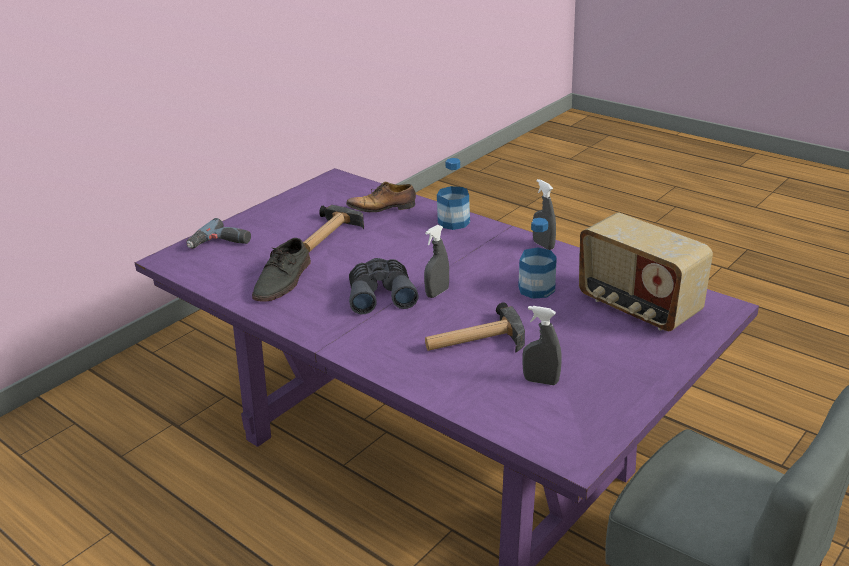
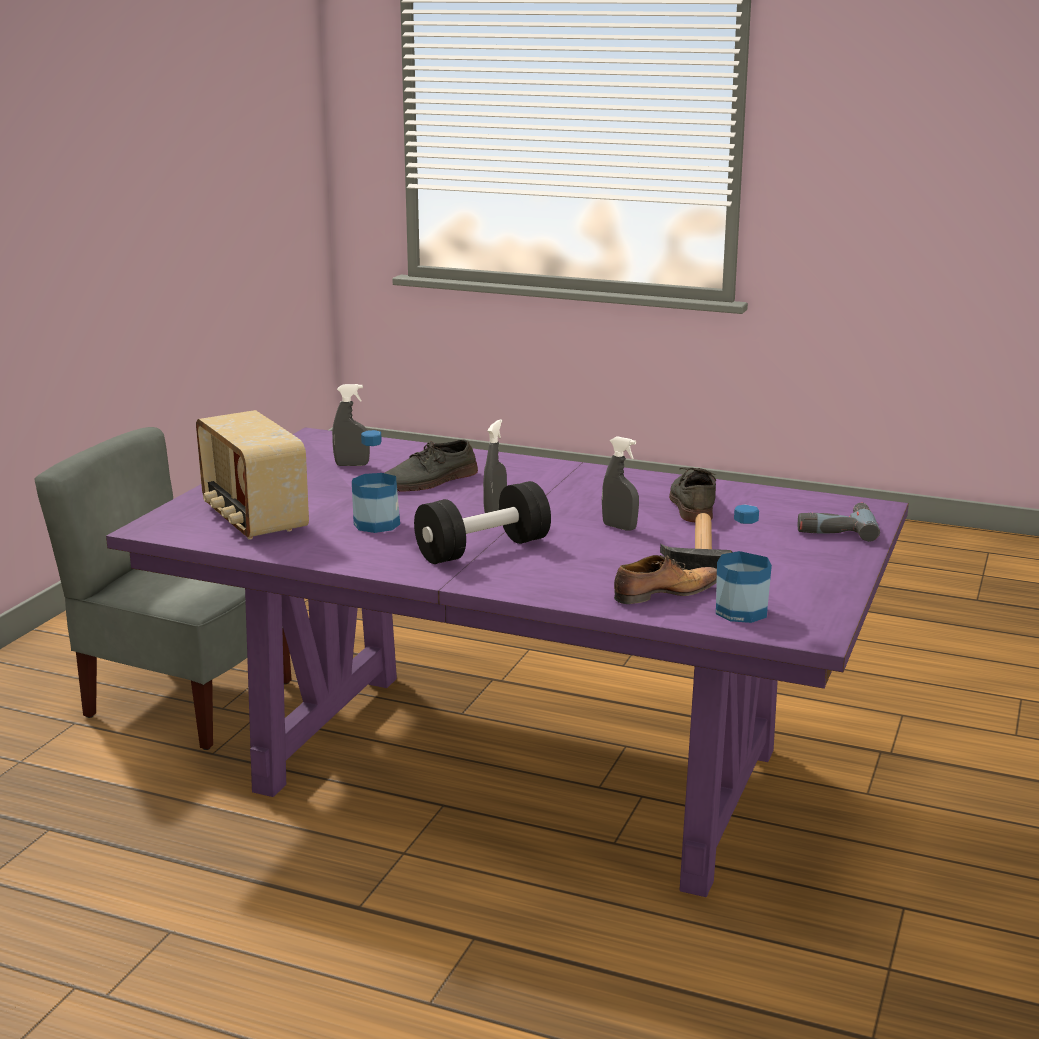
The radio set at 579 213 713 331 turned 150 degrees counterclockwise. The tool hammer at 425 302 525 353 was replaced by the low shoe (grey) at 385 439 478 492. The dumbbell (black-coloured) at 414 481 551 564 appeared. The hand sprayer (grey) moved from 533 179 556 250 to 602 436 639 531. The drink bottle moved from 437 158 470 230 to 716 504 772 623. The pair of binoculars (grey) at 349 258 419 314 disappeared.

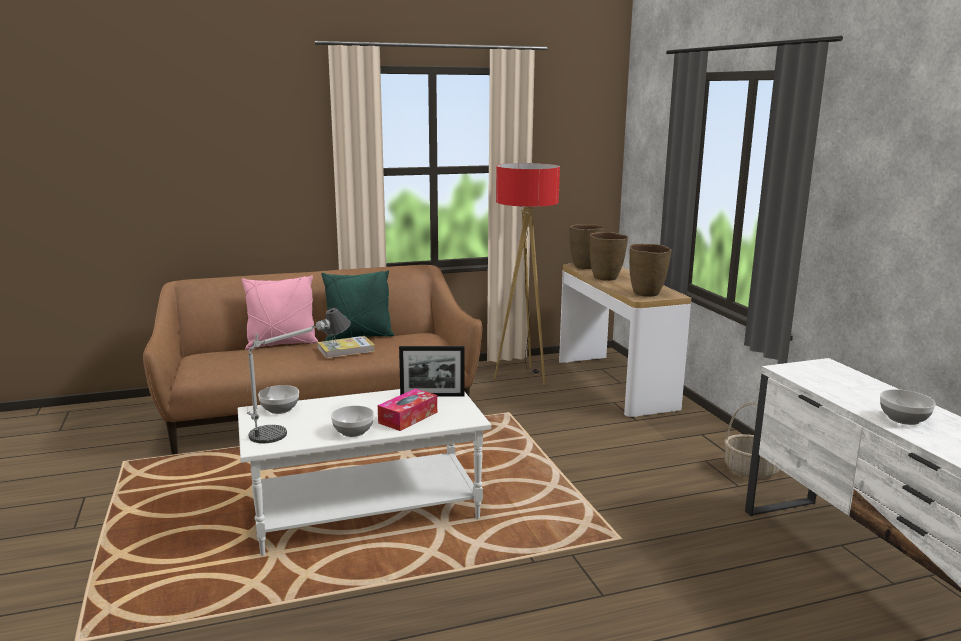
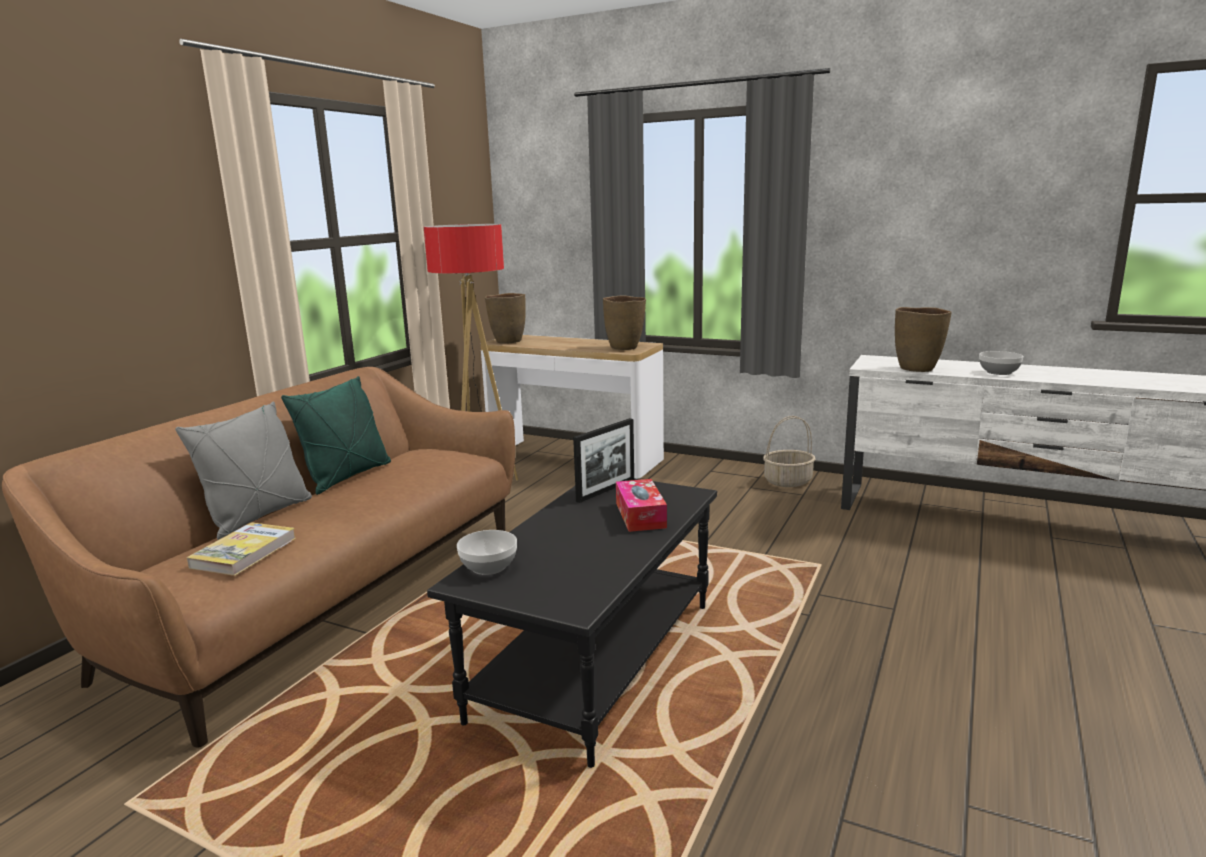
The pillow (pinkish) at 242 275 318 350 became the pillow (grey) at 175 402 312 540. The bound book moved from 317 336 375 358 to 187 522 296 576. The lounge table (white) at 238 389 491 556 became the lounge table (black-coloured) at 427 479 717 768. The decorative vase (brown-coloured) moved from 590 232 628 281 to 895 307 952 372. The tabletop lamp at 247 308 351 443 disappeared. The bowl at 331 406 374 437 disappeared.

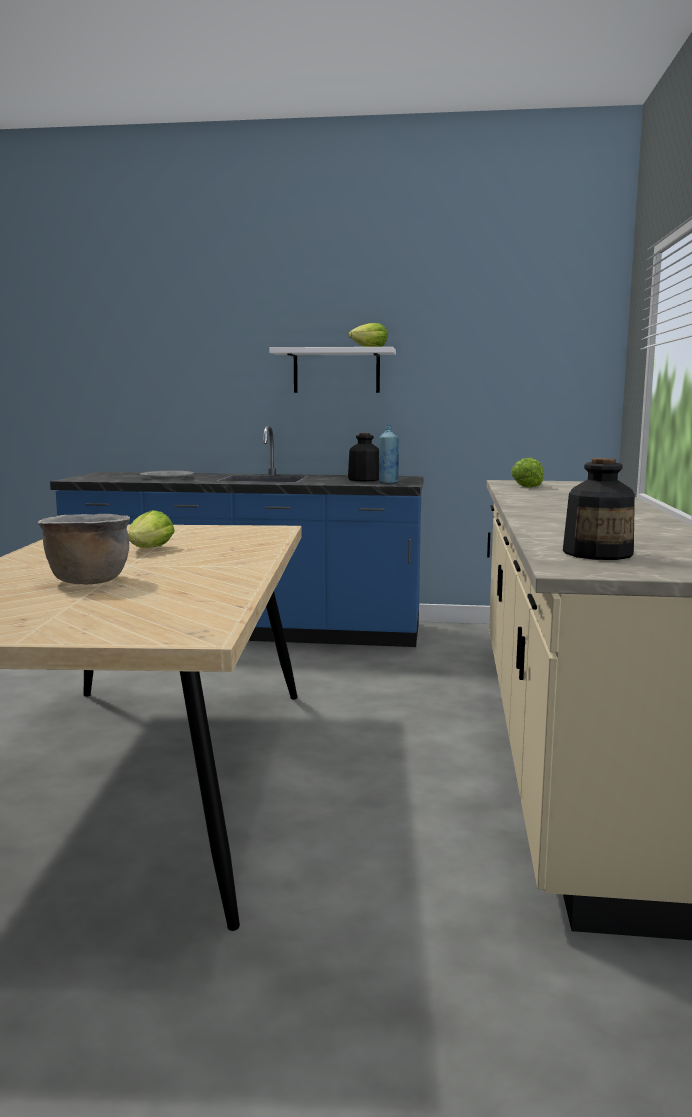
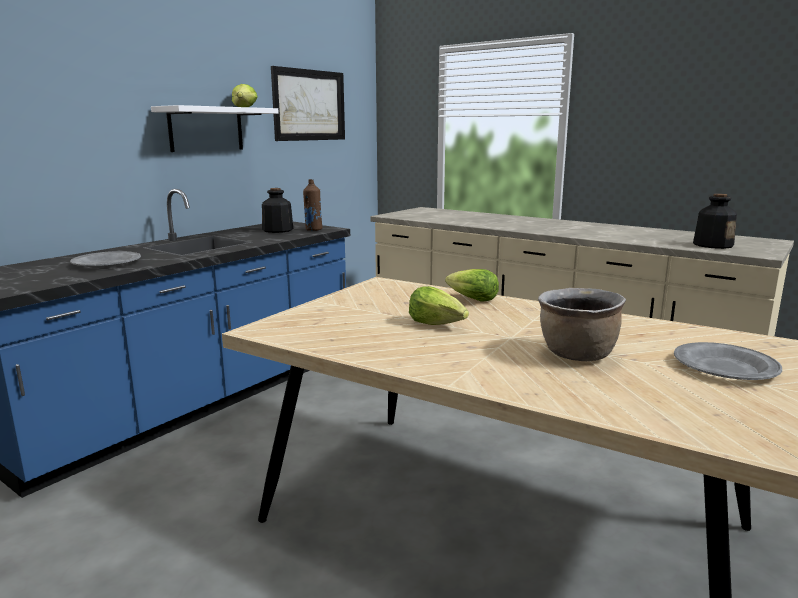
The wall picture at 271 66 345 141 appeared. The drink bottle (blue-coloured) at 379 425 399 484 became the drink bottle (brown-coloured) at 303 179 323 231. The head of lettuce moved from 511 458 544 488 to 445 269 499 302. The dinner plate (grey) at 674 342 782 380 appeared.

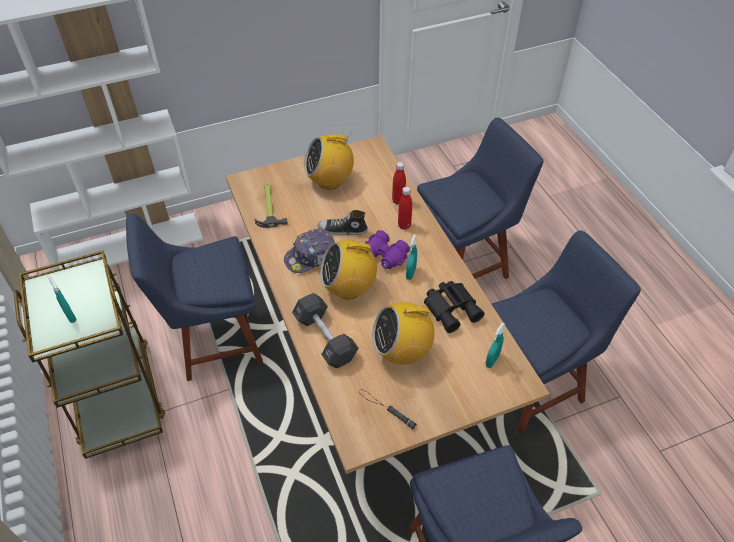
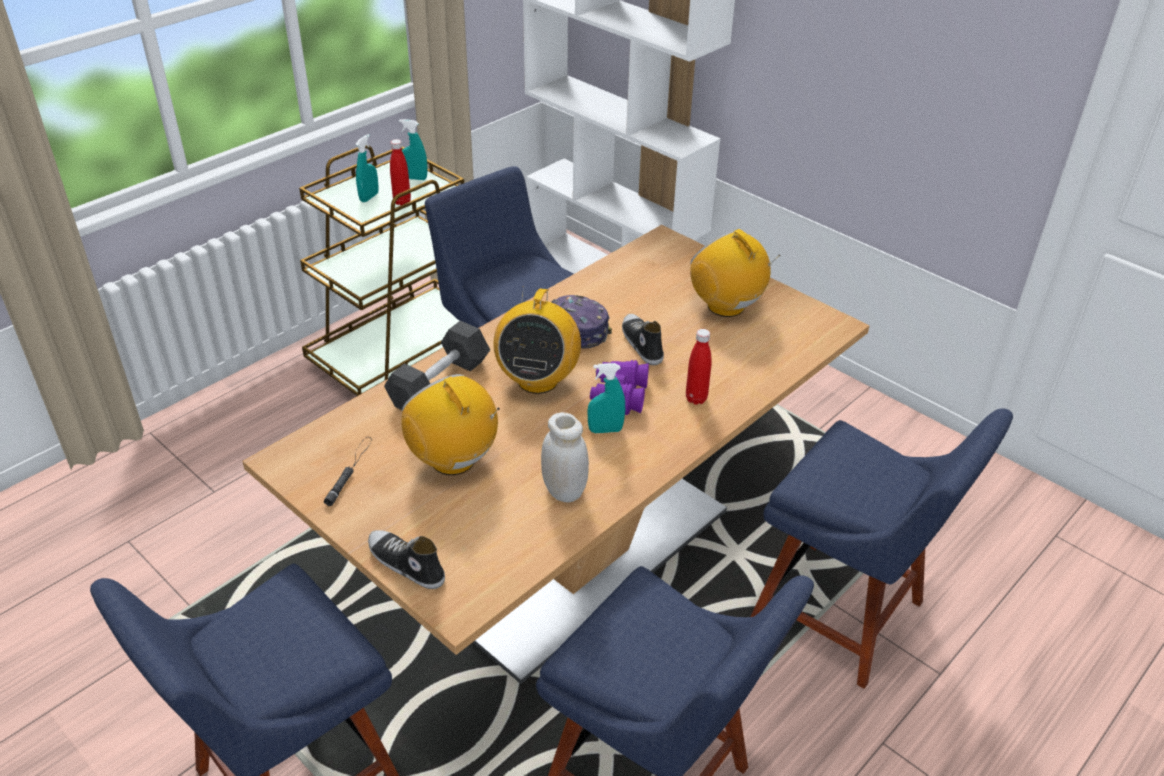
The low shoe at 368 530 445 589 appeared. The drink bottle (red) moved from 392 162 406 205 to 390 139 411 205. The hand sprayer (blue-green) moved from 485 322 505 368 to 399 119 428 180. The radio set at 320 237 377 299 turned 135 degrees counterclockwise. The pair of binoculars (black-coloured) at 424 281 484 333 was replaced by the jar (white) at 541 412 589 503. The tool hammer at 255 184 288 228 disappeared.

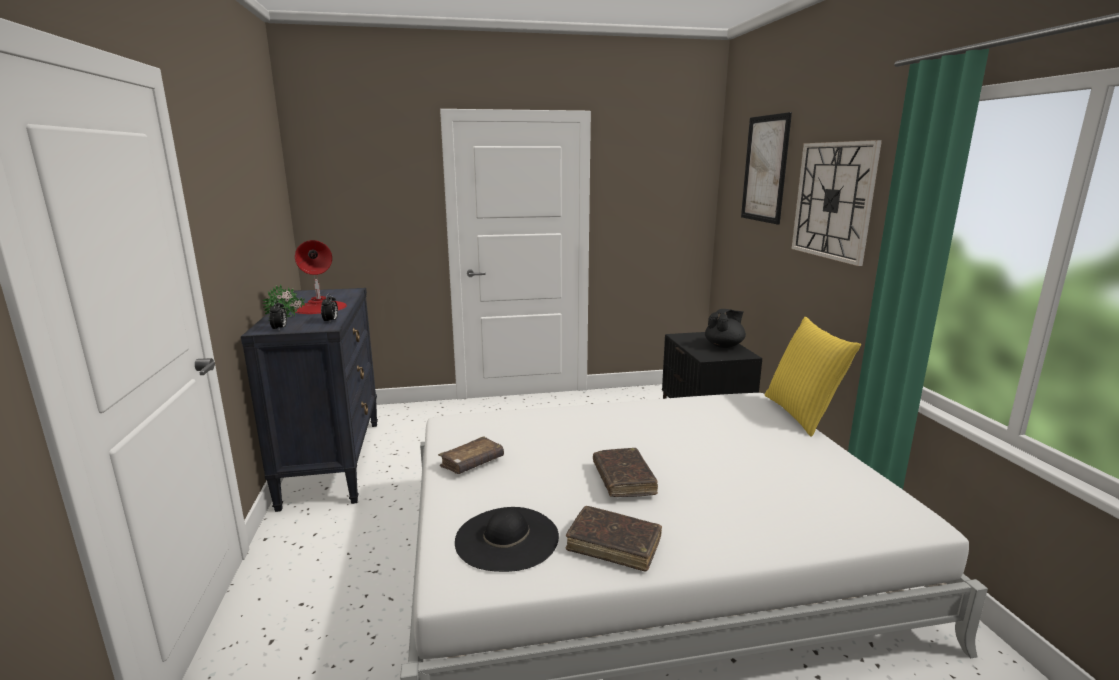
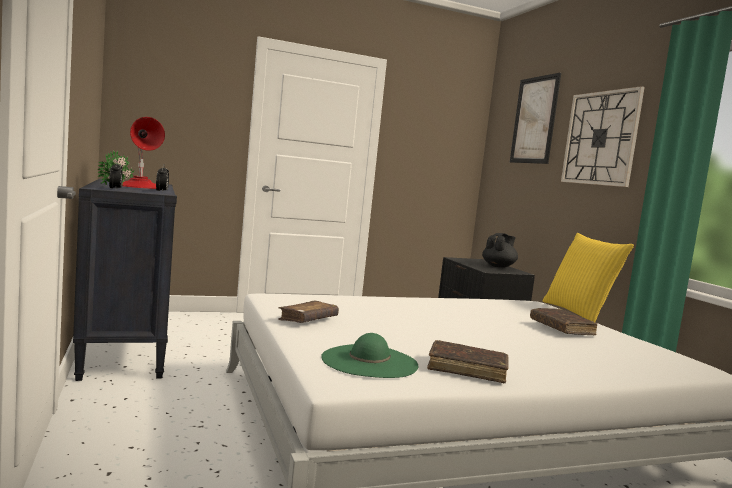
The clothing hat (black-coloured) at 455 507 559 572 became the clothing hat (green-coloured) at 321 333 418 378. The bound book (brown-coloured) moved from 593 448 658 497 to 530 308 597 335.

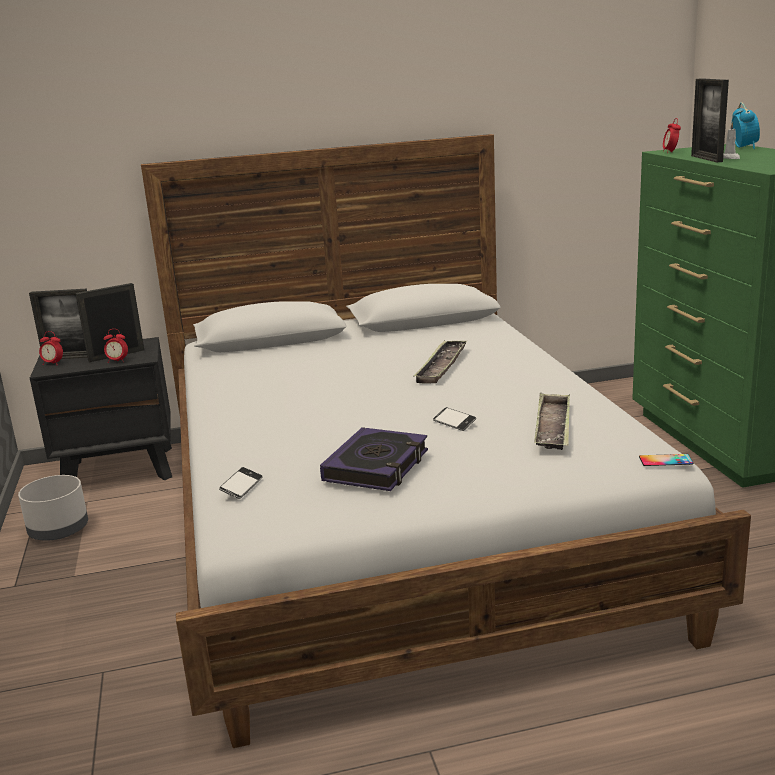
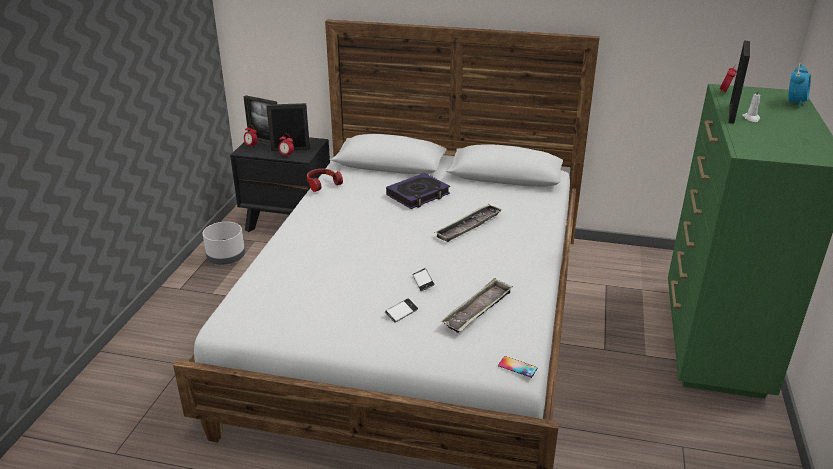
The headset at 307 169 343 192 appeared. The telephone moved from 219 467 262 499 to 385 298 418 323. The bound book moved from 320 427 428 491 to 386 173 450 209.

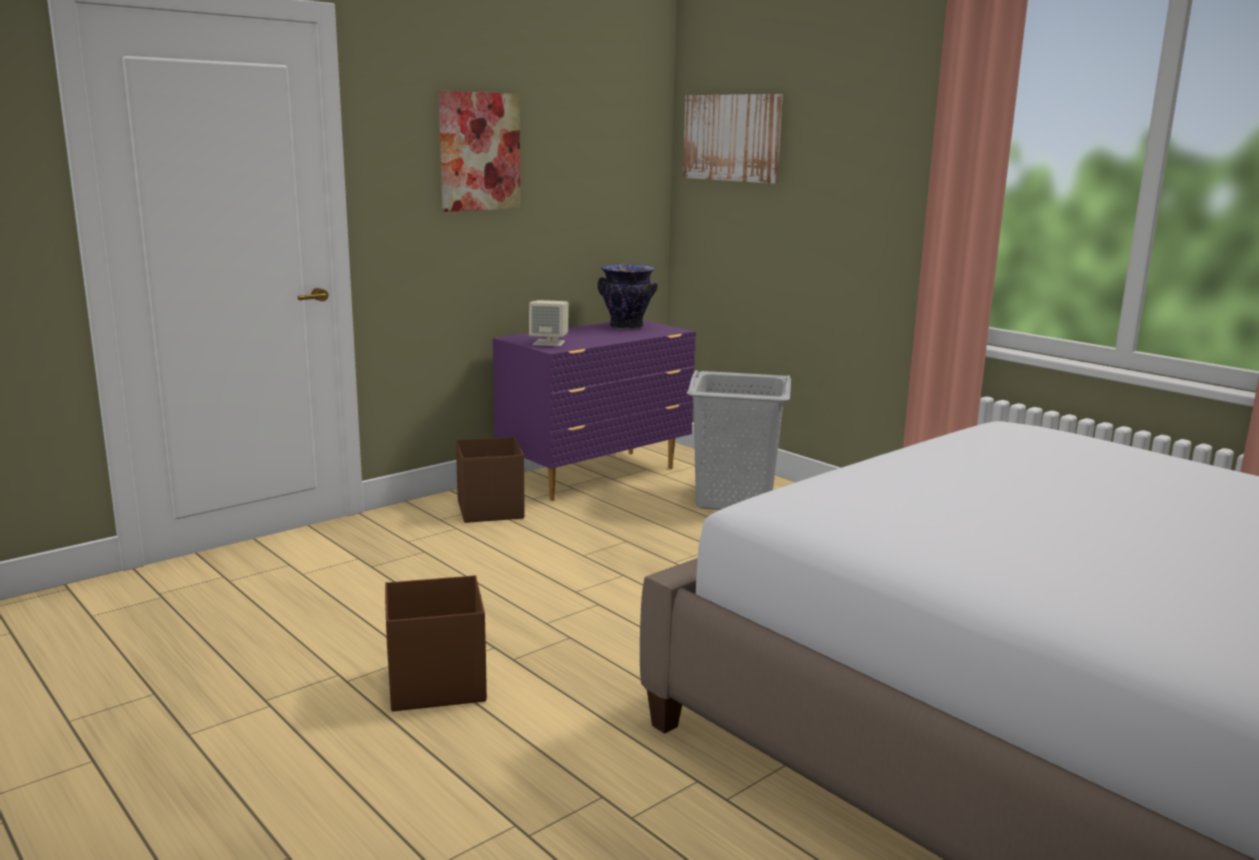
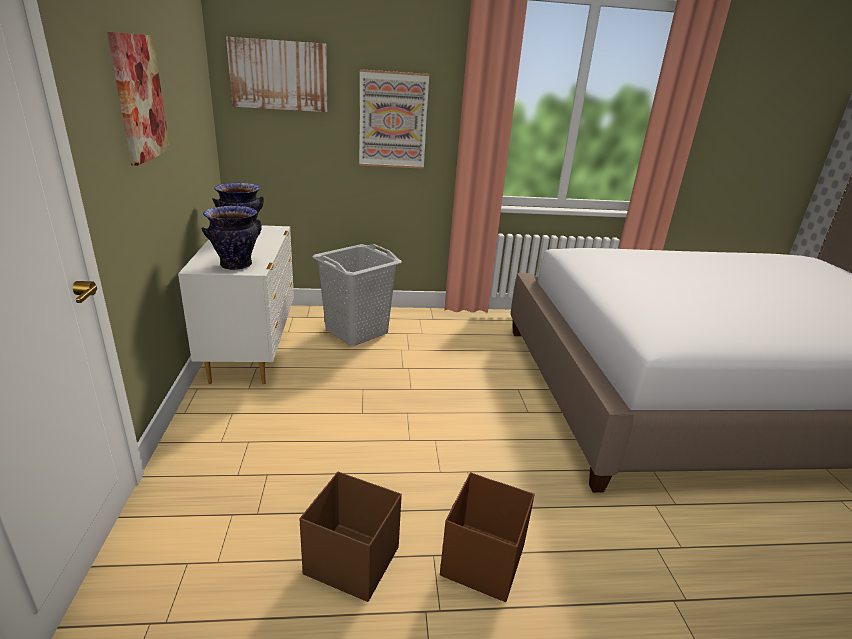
The chest of drawers (purplish) at 493 320 696 501 became the chest of drawers (white) at 178 225 294 384. The audio speaker (beige-coloured) at 529 300 569 346 was replaced by the decorative vase at 202 206 262 270. The storage bin (brown-coloured) moved from 456 437 525 523 to 299 472 402 602. The wall picture at 359 69 429 169 appeared.

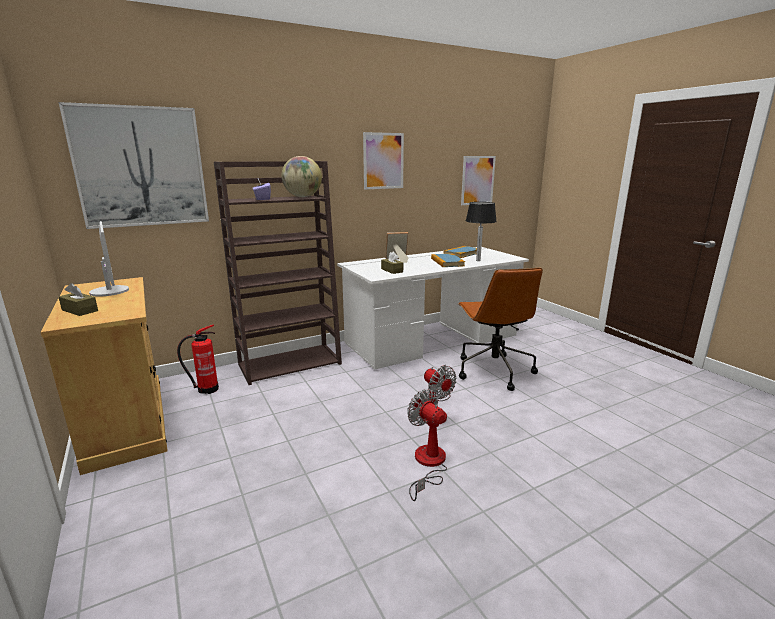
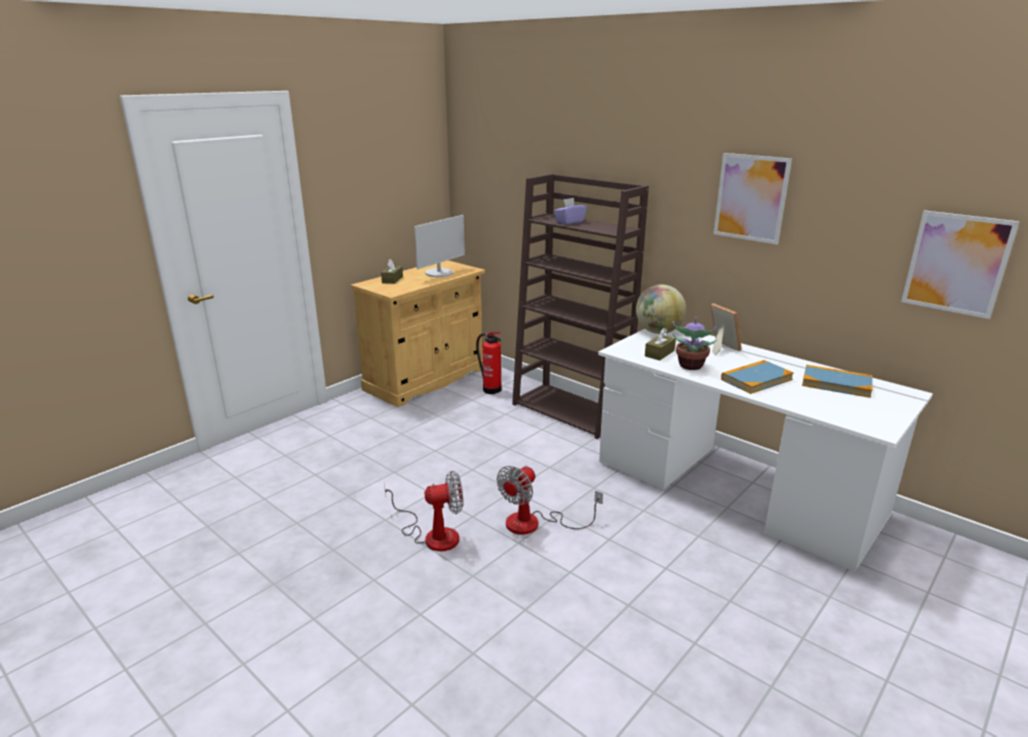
The electric fan at 407 389 447 501 turned 45 degrees clockwise. The desk globe moved from 282 156 322 197 to 636 285 686 334. The plant in a pot at 672 316 717 370 appeared. The wall picture at 59 102 209 229 disappeared. The office chair (brown-coloured) at 458 268 543 391 disappeared. The tabletop lamp at 466 202 497 261 disappeared.

